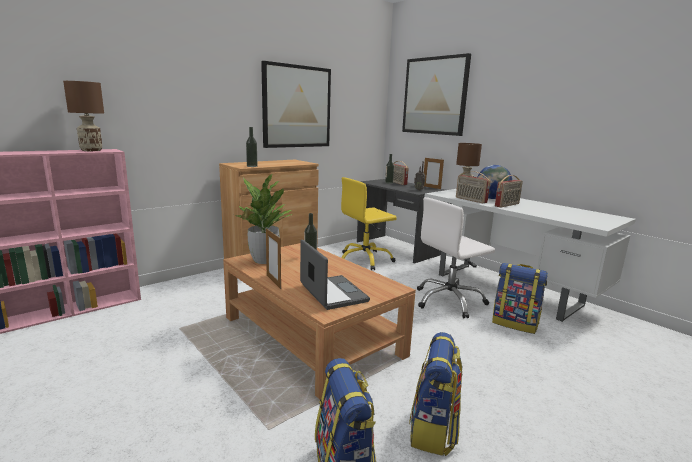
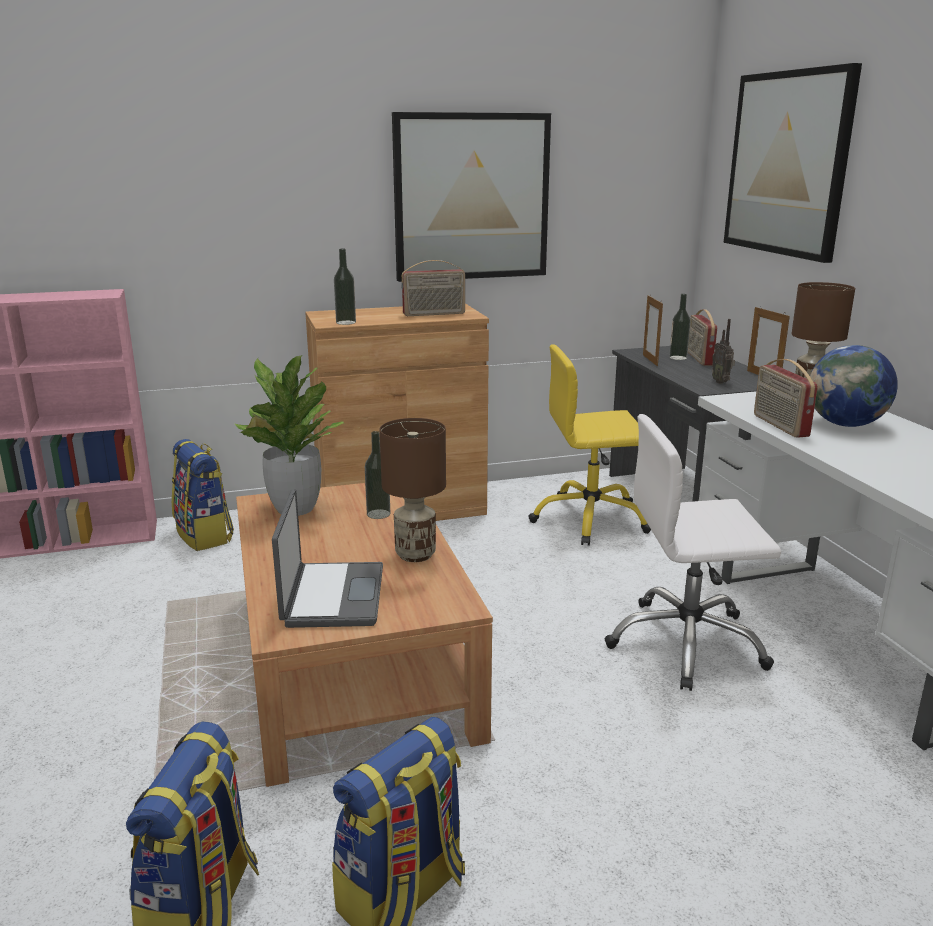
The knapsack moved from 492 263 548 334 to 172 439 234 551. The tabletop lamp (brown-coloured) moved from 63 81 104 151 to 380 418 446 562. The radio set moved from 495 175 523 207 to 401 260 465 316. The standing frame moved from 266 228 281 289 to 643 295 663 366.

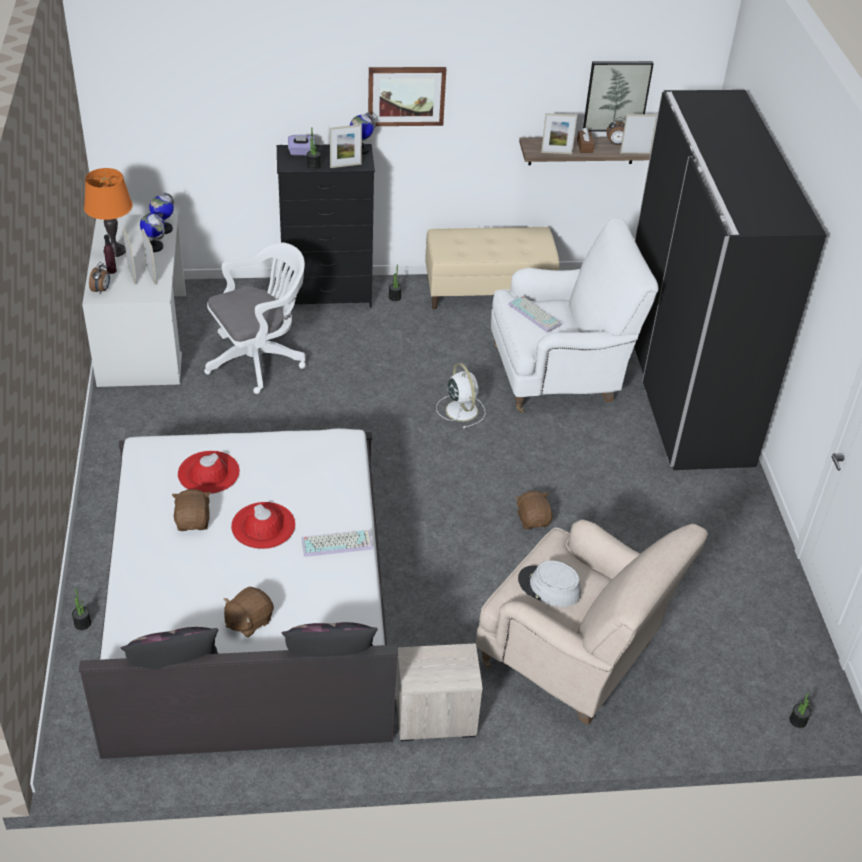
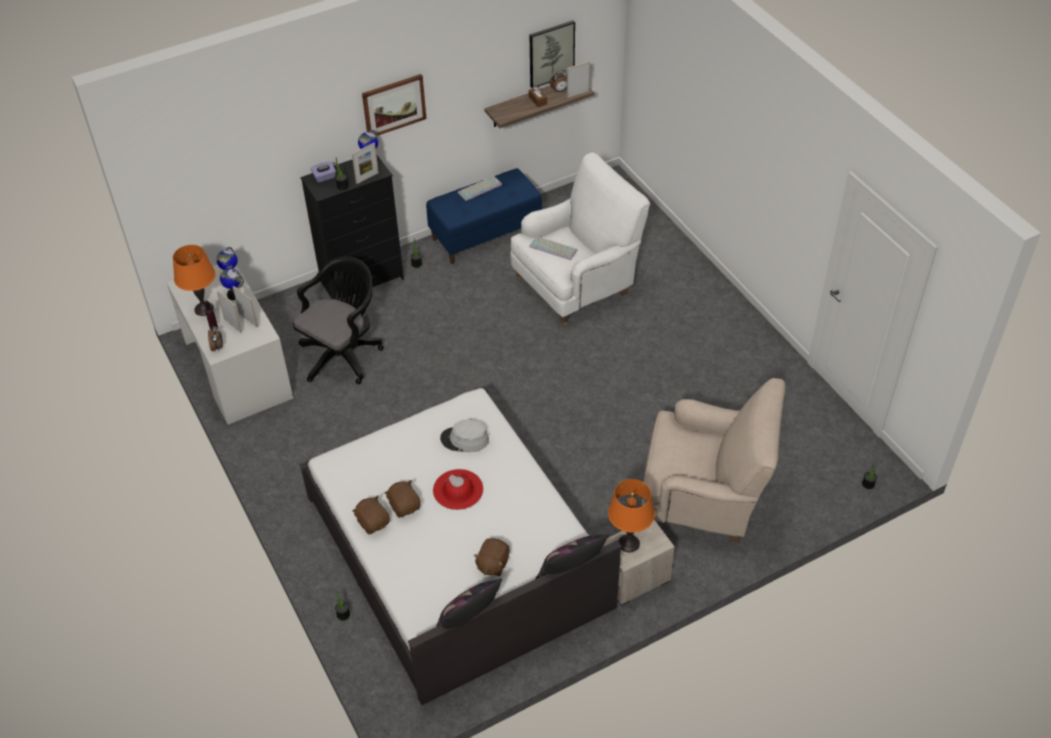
The office chair (white) at 204 242 306 394 became the office chair (black-coloured) at 293 256 384 384. The plush toy (brown-coloured) moved from 516 491 553 529 to 352 495 390 534. The long seat (beige-coloured) at 425 227 559 309 became the long seat (blue-coloured) at 426 168 542 264. The clothing hat (grey) moved from 518 560 581 607 to 440 419 489 452. The PC keyboard moved from 302 530 373 557 to 458 176 502 201. The tabletop lamp (orange-coloured) at 608 479 655 552 appeared. The clothing hat (red) at 178 451 240 494 disappeared. The electric fan (white) at 436 363 486 428 disappeared. The standing frame at 541 113 577 154 disappeared. The armoire (black-coloured) at 634 90 827 470 disappeared.

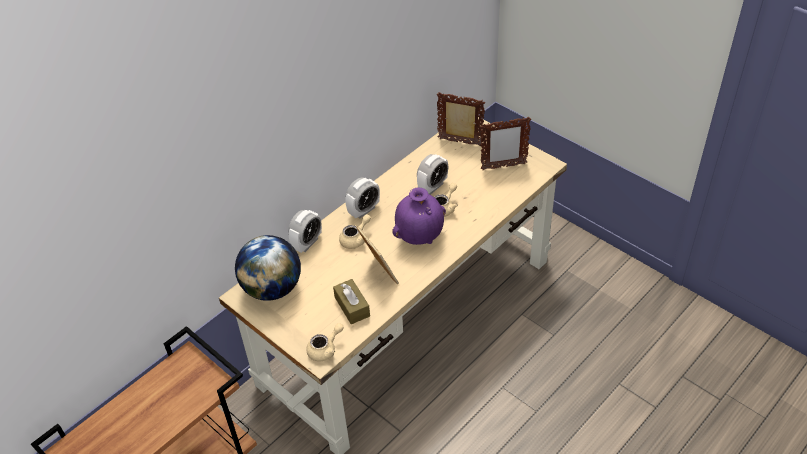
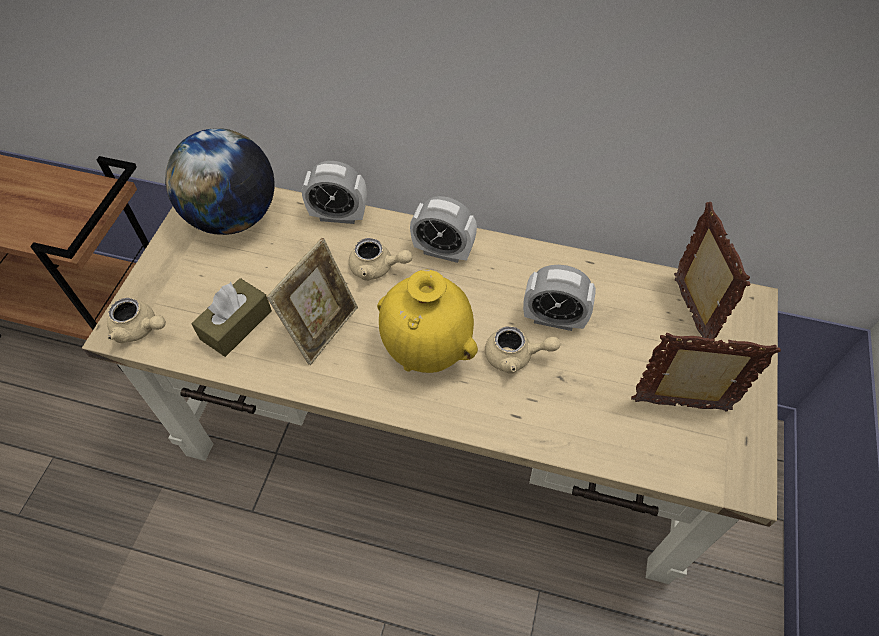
The decorative vase (purplish) at 392 187 446 245 became the decorative vase (yellow-coloured) at 377 270 478 373. The standing frame at 481 117 531 170 turned 135 degrees clockwise.

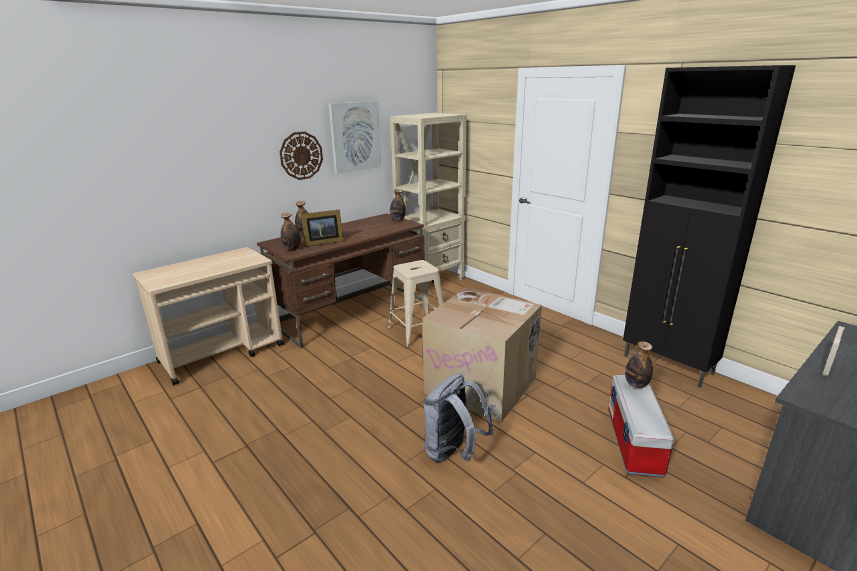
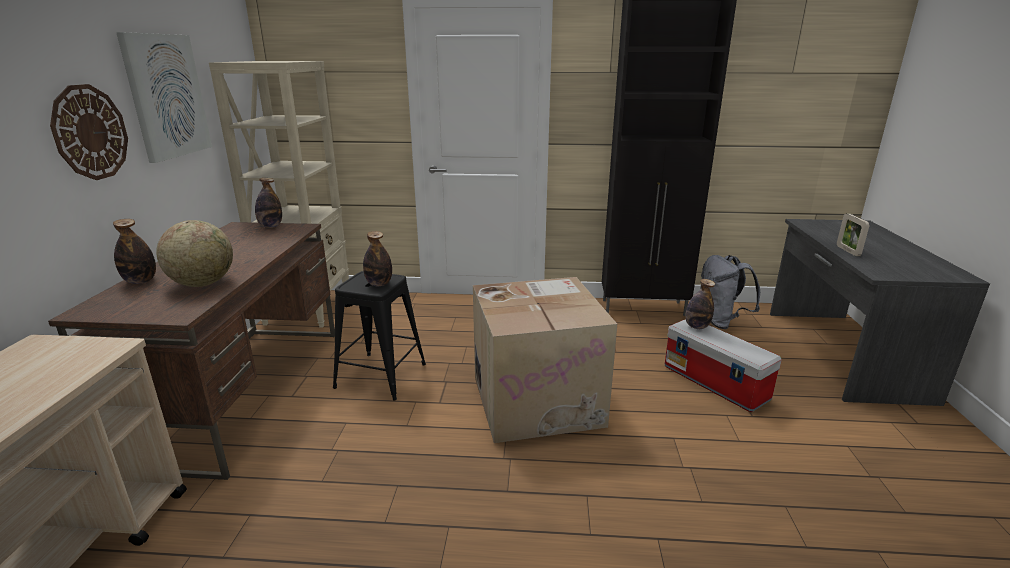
The standing frame at 301 210 344 247 was replaced by the desk globe at 156 220 233 287. The stool (beige-coloured) at 388 260 444 348 became the stool (black-coloured) at 333 271 426 400. The drink bottle moved from 281 213 301 250 to 363 231 392 286. The knapsack (grey) moved from 424 373 494 462 to 701 255 760 329.

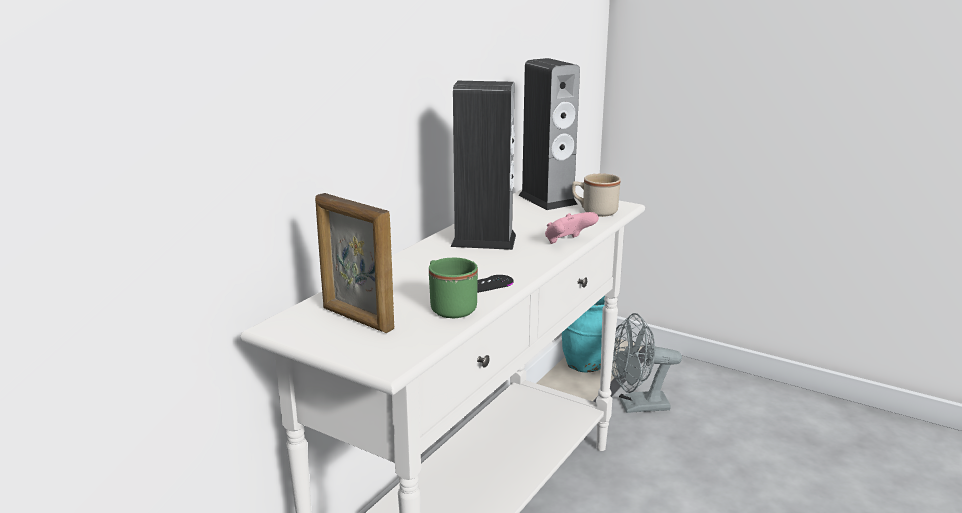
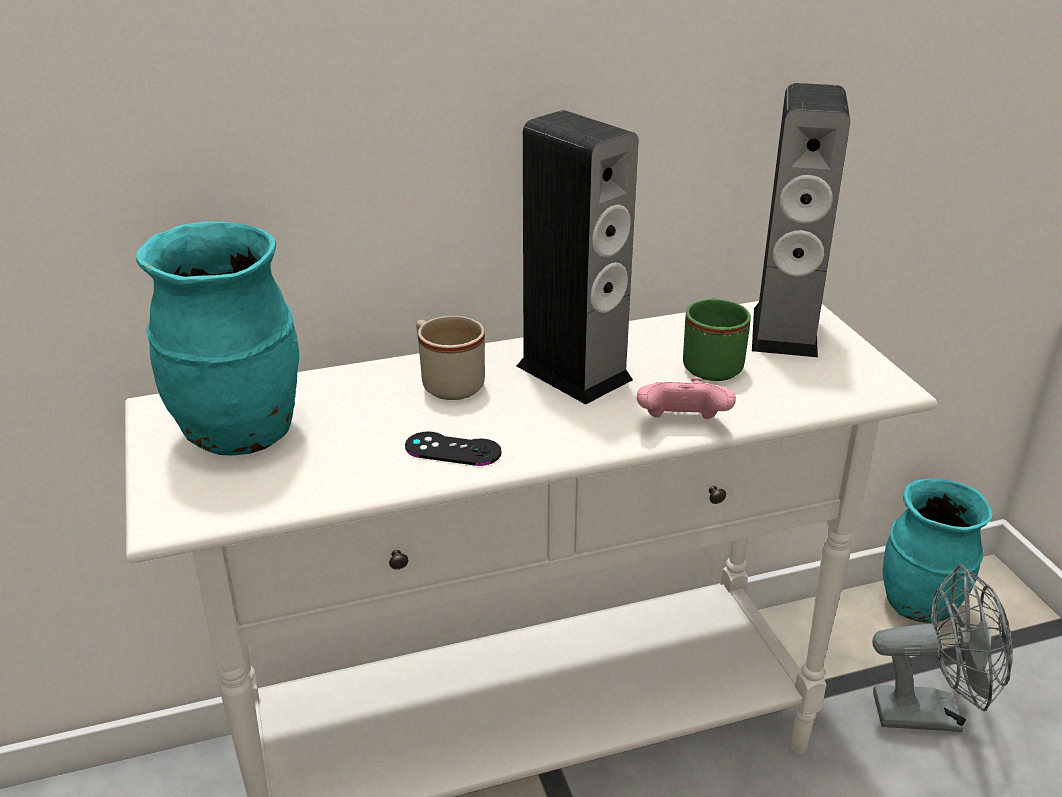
The standing frame at 315 193 394 333 was replaced by the decorative vase (blue-green) at 136 221 299 455. The coffee mug (beige-coloured) moved from 572 174 621 217 to 416 316 485 400. The coffee mug (green-coloured) moved from 429 258 478 318 to 683 298 751 381. The electric fan (grey) at 612 313 682 413 turned 150 degrees clockwise.

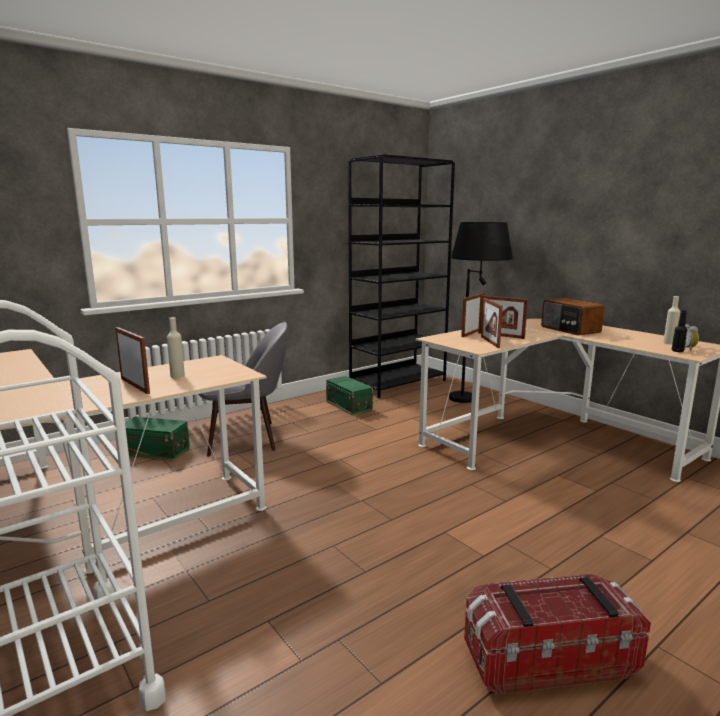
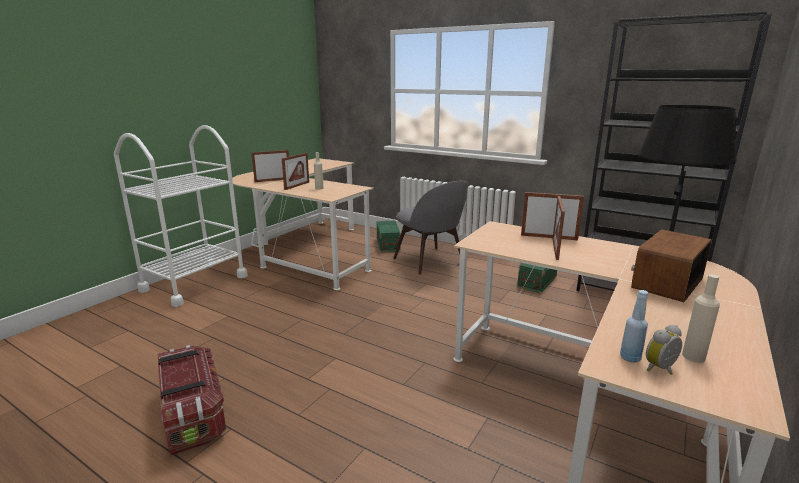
The standing frame moved from 481 298 503 348 to 251 150 289 182. The drink bottle (black-coloured) at 672 310 687 352 became the drink bottle (blue-coloured) at 620 290 648 363.

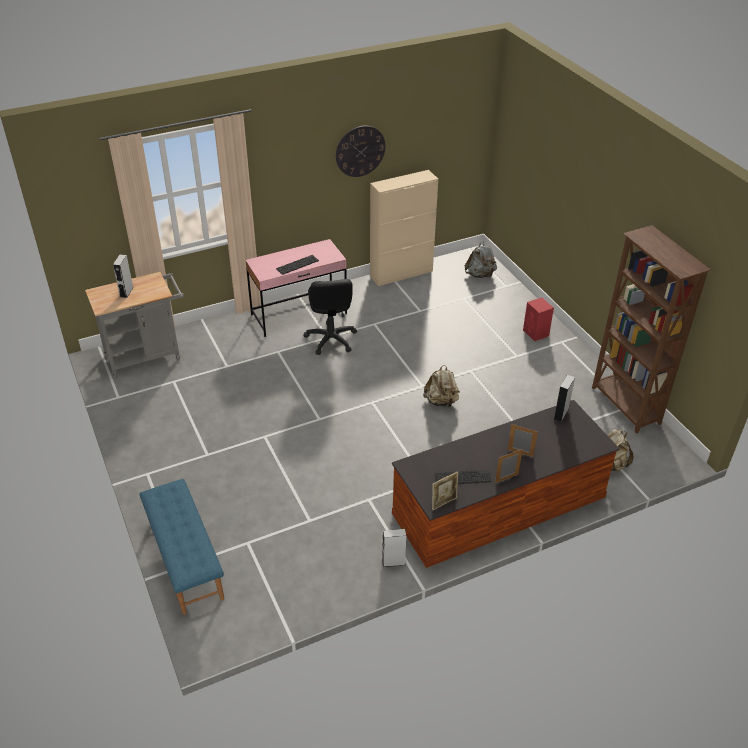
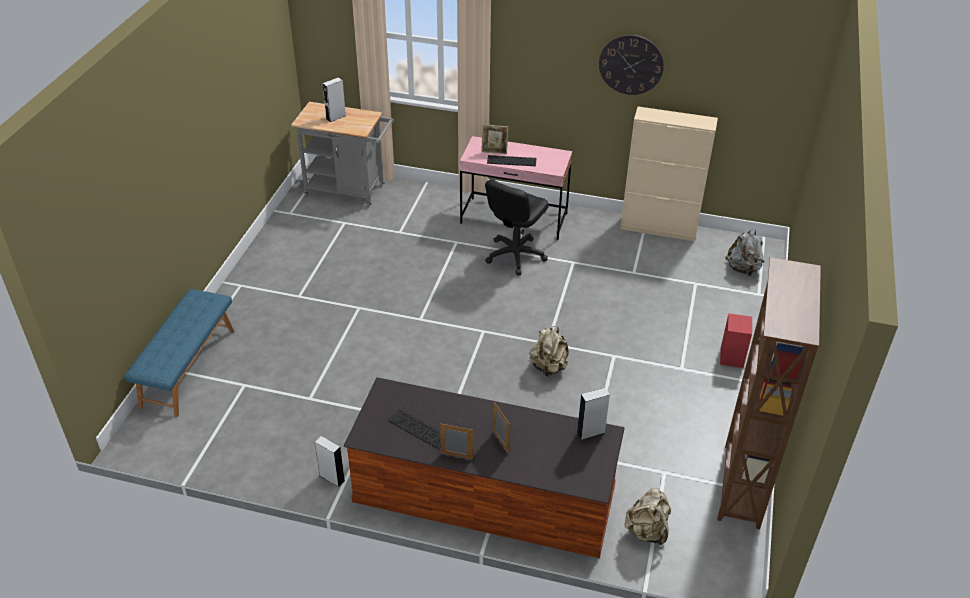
The standing frame moved from 432 471 458 510 to 481 124 509 154.

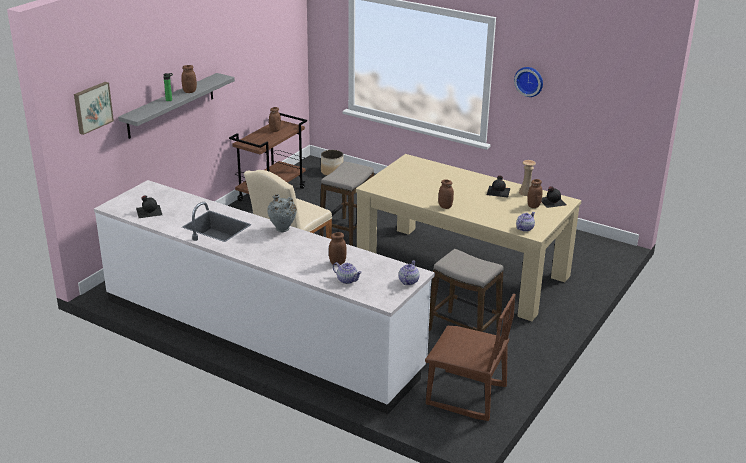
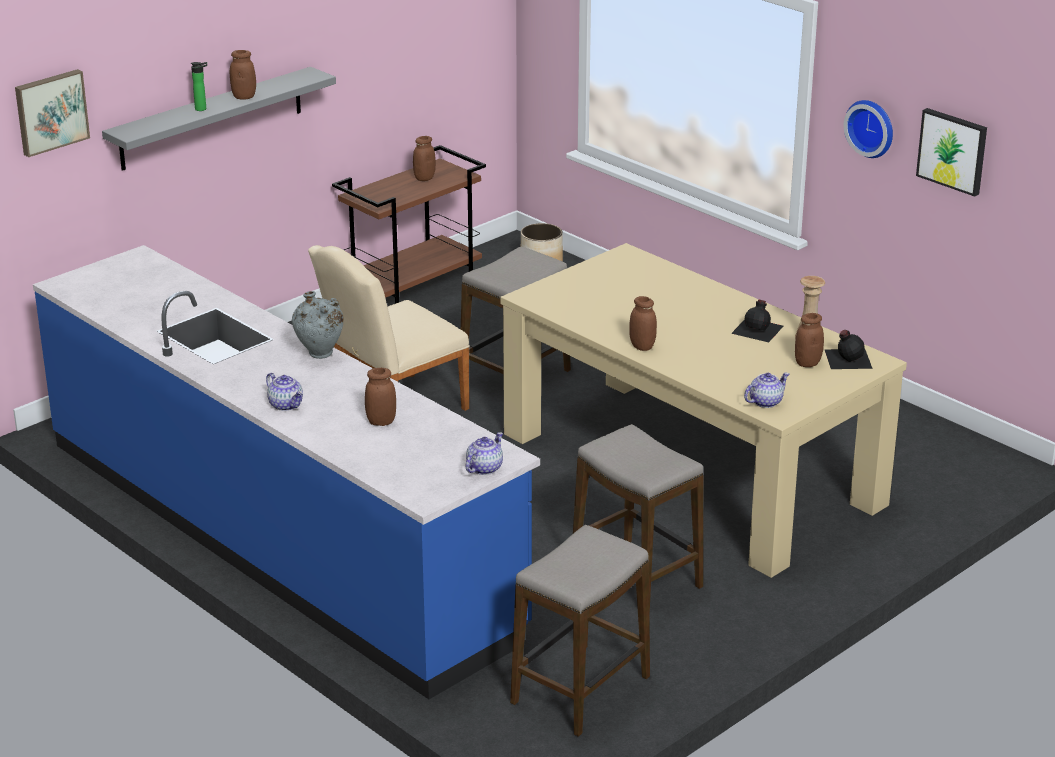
The kitchen base unit (white) at 94 180 435 414 became the kitchen base unit (blue-coloured) at 33 245 540 699. The pot for tea moved from 333 262 362 284 to 266 373 303 411. The upright chair (brown-coloured) at 425 294 516 421 was replaced by the stool at 510 525 650 737. The wall picture at 916 108 987 197 appeared. The drink bottle (black-coloured) at 136 195 162 218 disappeared.

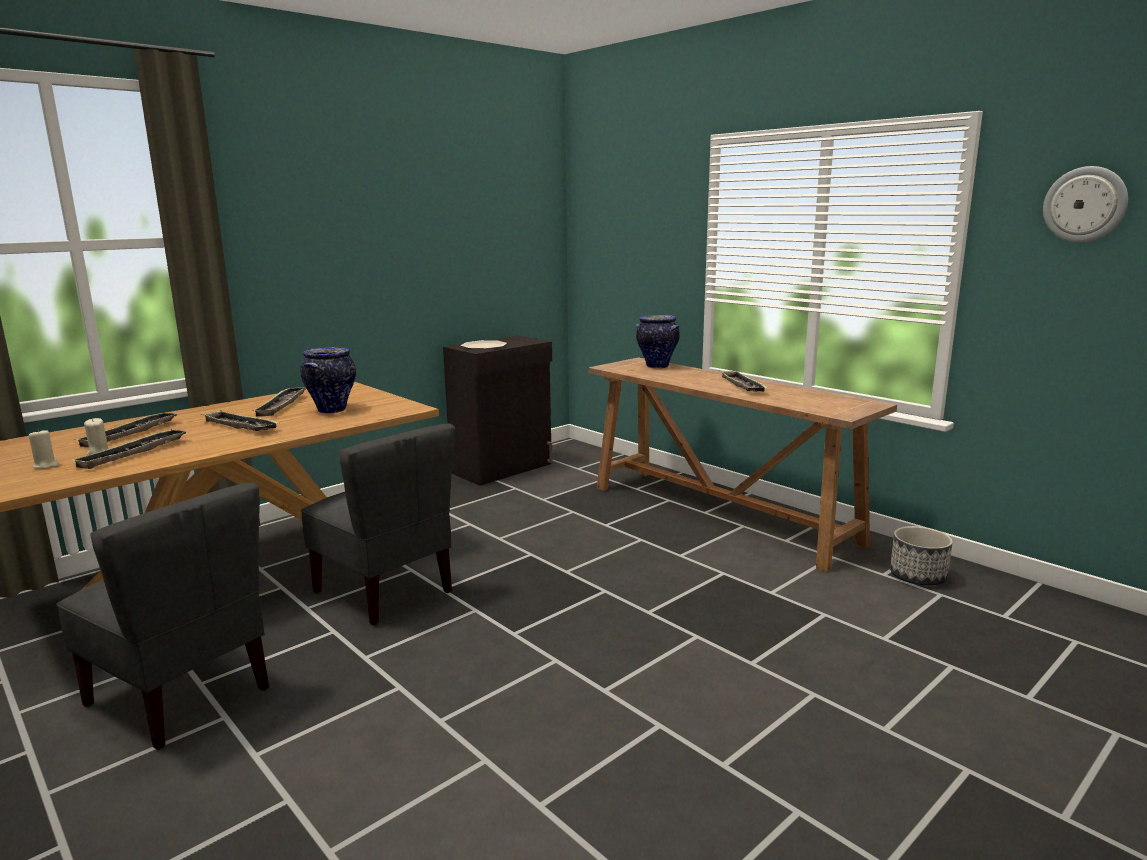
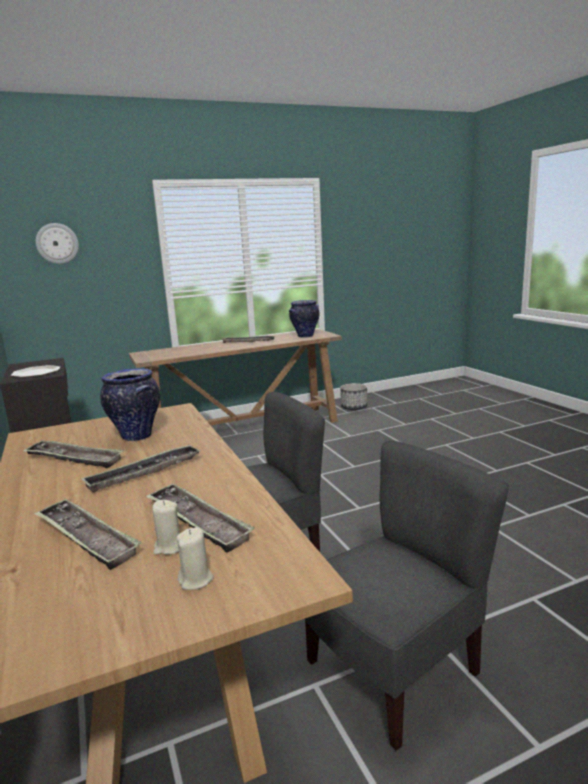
The hanging clock moved from 1043 166 1128 243 to 36 223 79 264. The decorative vase moved from 636 315 680 368 to 289 300 319 338.

